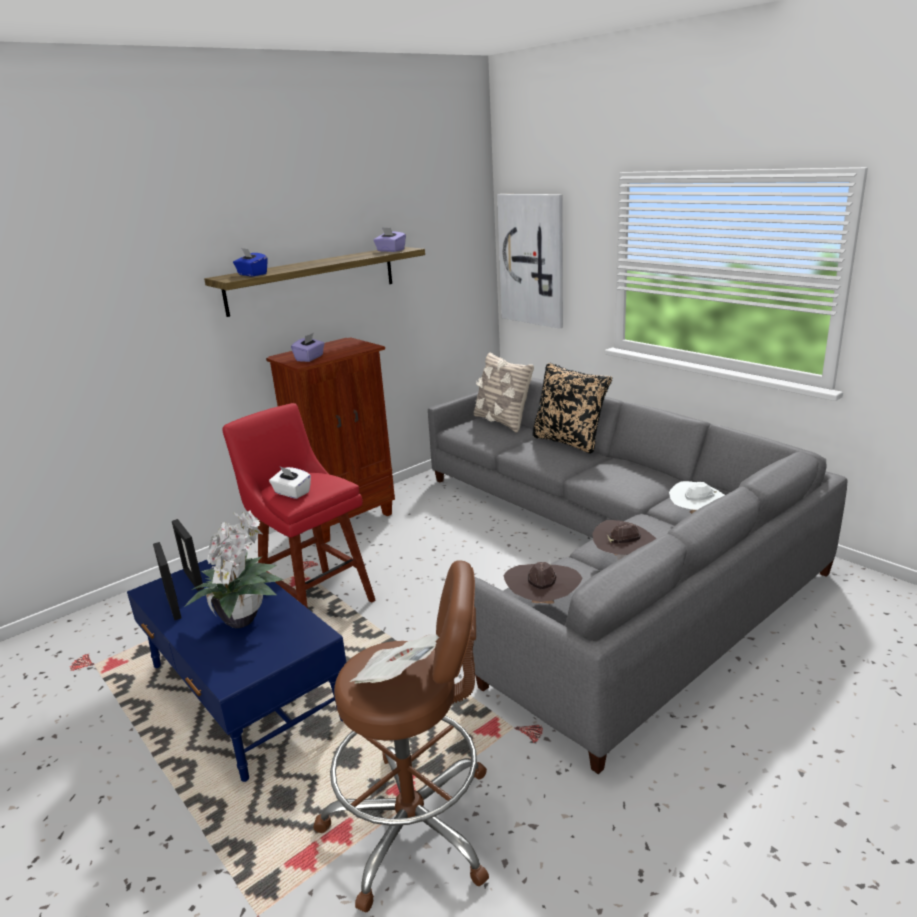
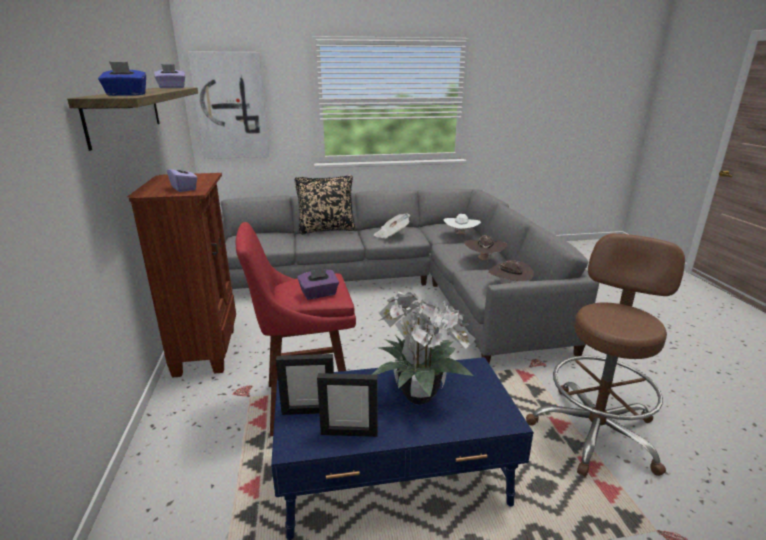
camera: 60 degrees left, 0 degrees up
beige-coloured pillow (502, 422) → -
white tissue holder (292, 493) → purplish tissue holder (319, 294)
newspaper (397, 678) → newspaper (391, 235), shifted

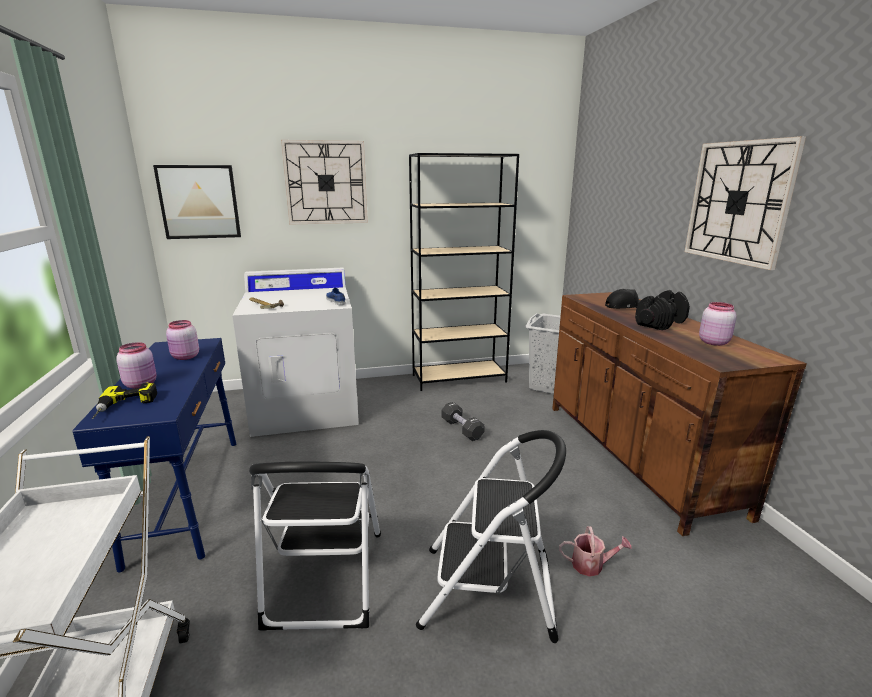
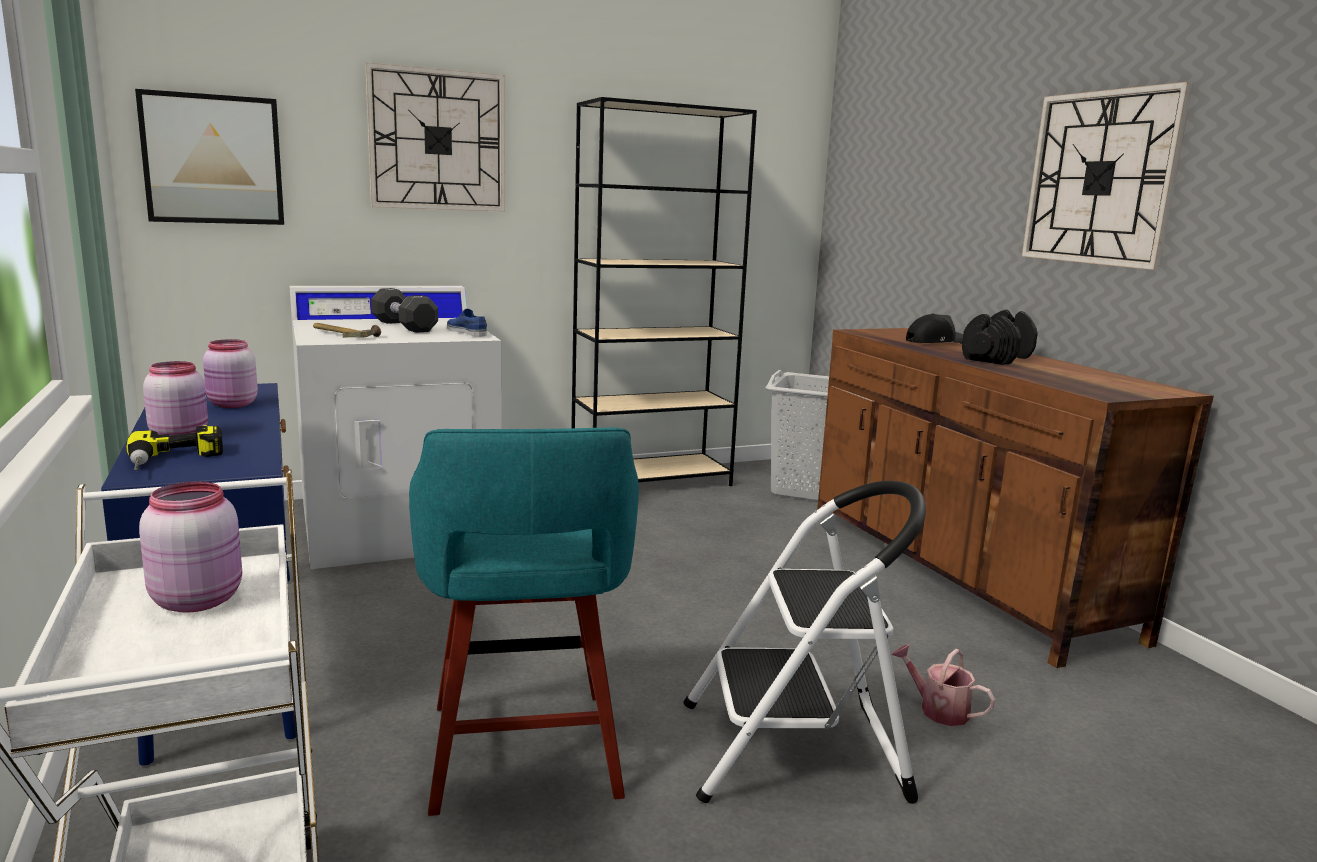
camera: 10 degrees left, 5 degrees down
pinkish jar (713, 342) → pinkish jar (198, 599), shifted
blackish hand weight (462, 429) → blackish hand weight (404, 326), shifted
step ladder (324, 581) → turquoise-coloured stool (523, 754)
sprinkling can (592, 565) → sprinkling can (938, 709), 135 degrees counterclockwise

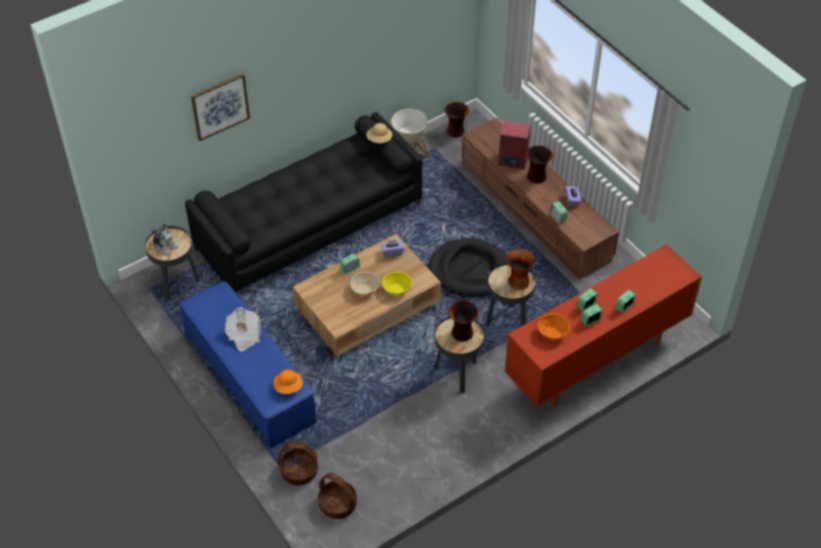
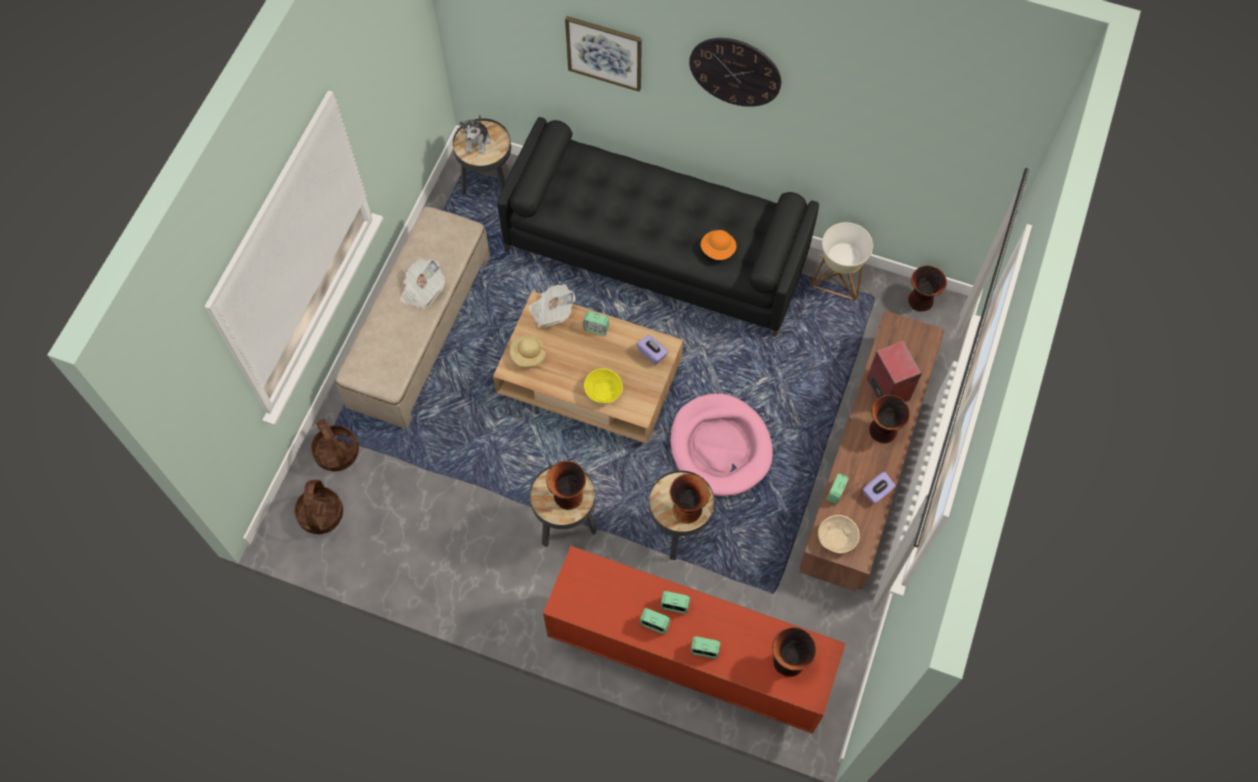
camera: 55 degrees right, 15 degrees up
beige-coloured wearable hat (379, 139) → beige-coloured wearable hat (528, 355), shifted
blackish dog bed (469, 270) → pinkish dog bed (720, 447)
beige-coloured deep dish (365, 290) → beige-coloured deep dish (836, 539), shifted
bluish indoor bench (248, 376) → beige-coloured indoor bench (420, 329)
orangey deep dish (553, 333) → -
orangey wearable hat (288, 387) → orangey wearable hat (718, 250), shifted
- → clock on the wall (735, 71)
- → newspaper (552, 311)
- → flower vase (788, 662)

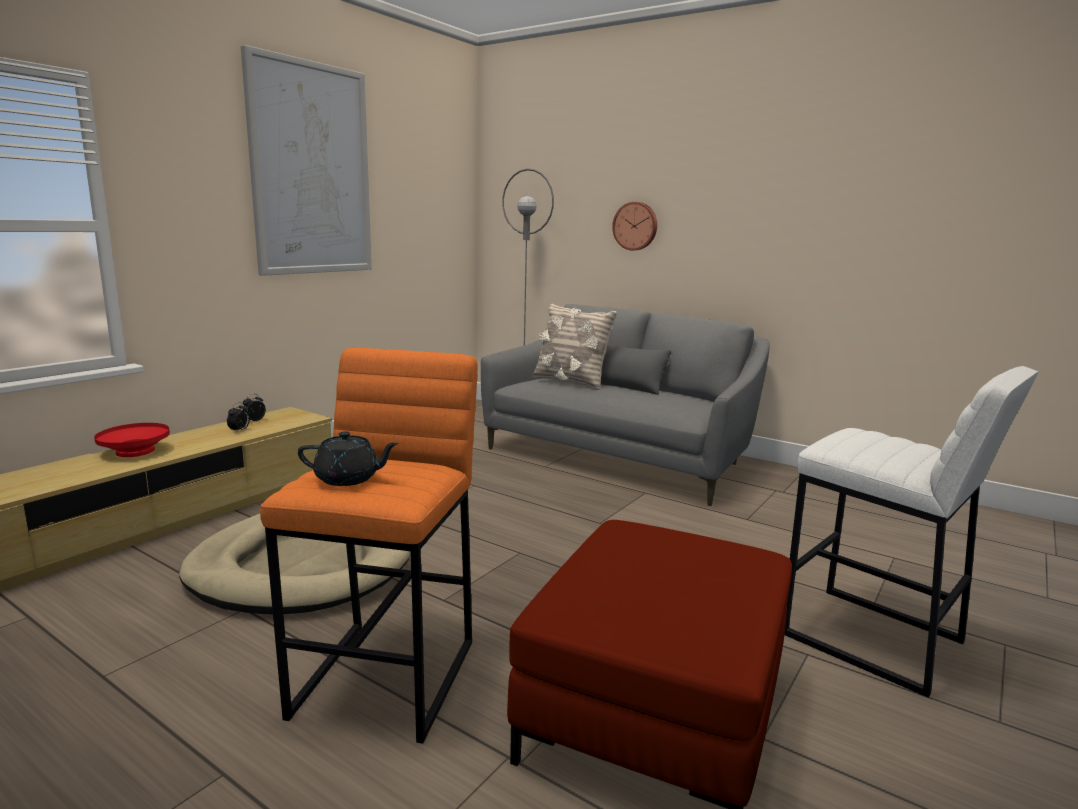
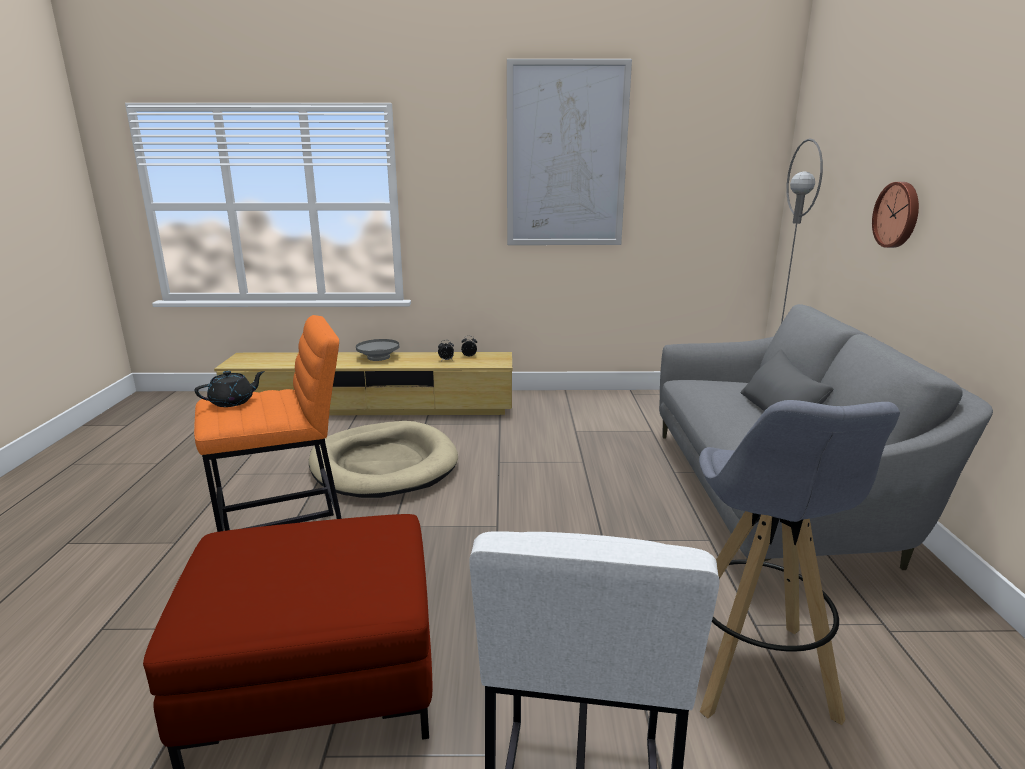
camera: 55 degrees right, 5 degrees up
beige-coloured pillow (571, 382) → -
red deep dish (134, 452) → gray deep dish (378, 357)
blackish teapot (348, 479) → blackish teapot (233, 402), 90 degrees counterclockwise
- → gray stool (753, 672)

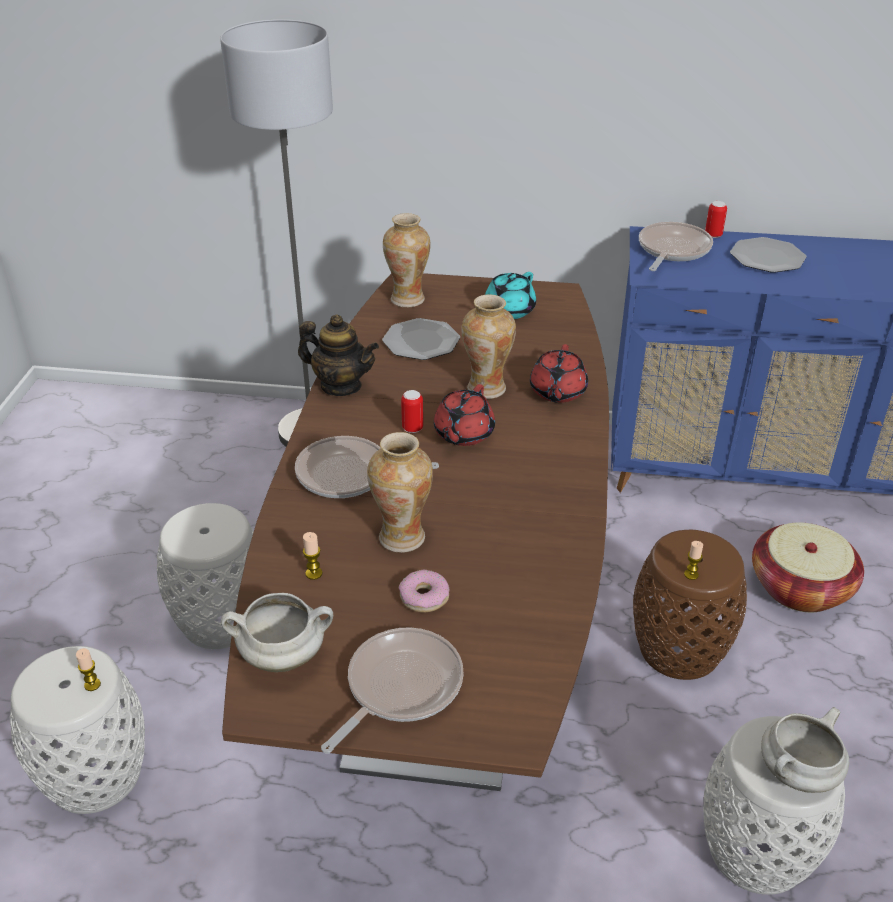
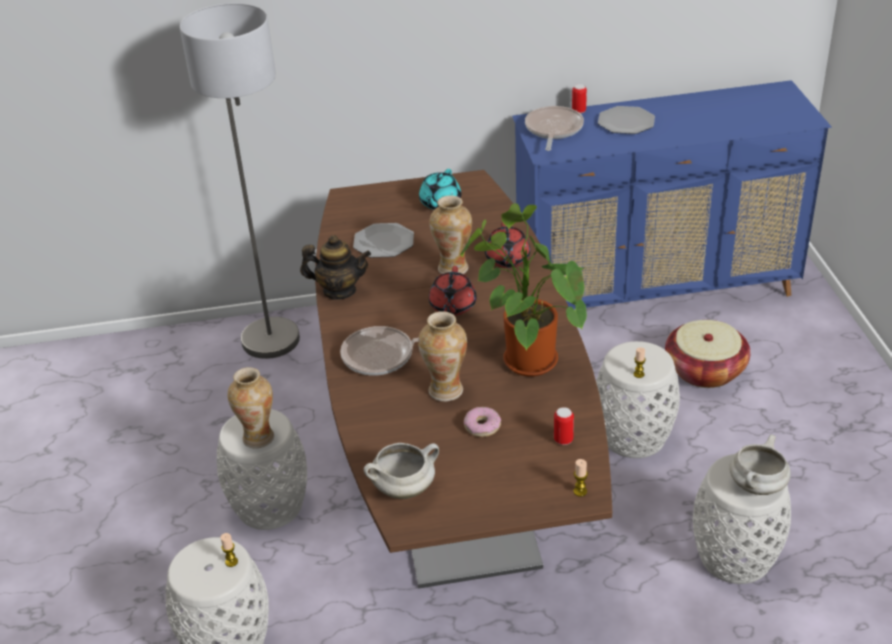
camera: 15 degrees left, 0 degrees up
flower vase (408, 299) → flower vase (258, 437), shifted
can (412, 428) → can (563, 440), shifted
brown-coloured stool (679, 650) → white stool (634, 437)
wax candle (314, 573) → wax candle (580, 491), shifted
pan (399, 687) → -
- → houseplant (524, 359)

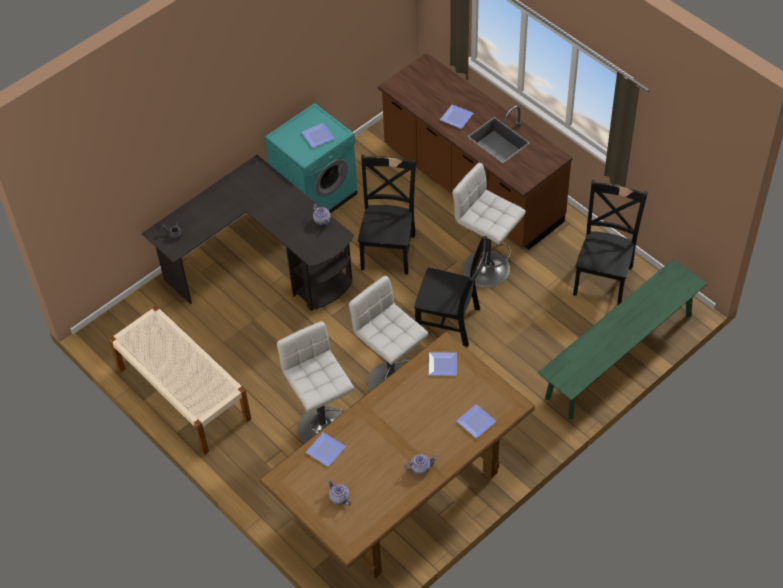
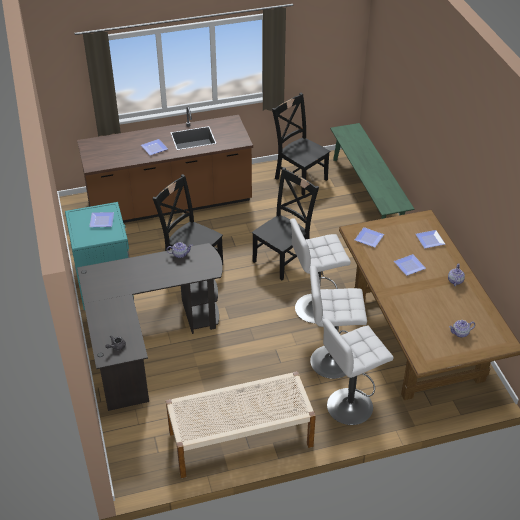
camera: 65 degrees left, 10 degrees down
white stool (486, 268) → white stool (349, 406), shifted
flat dish (325, 449) → flat dish (408, 265), shifted

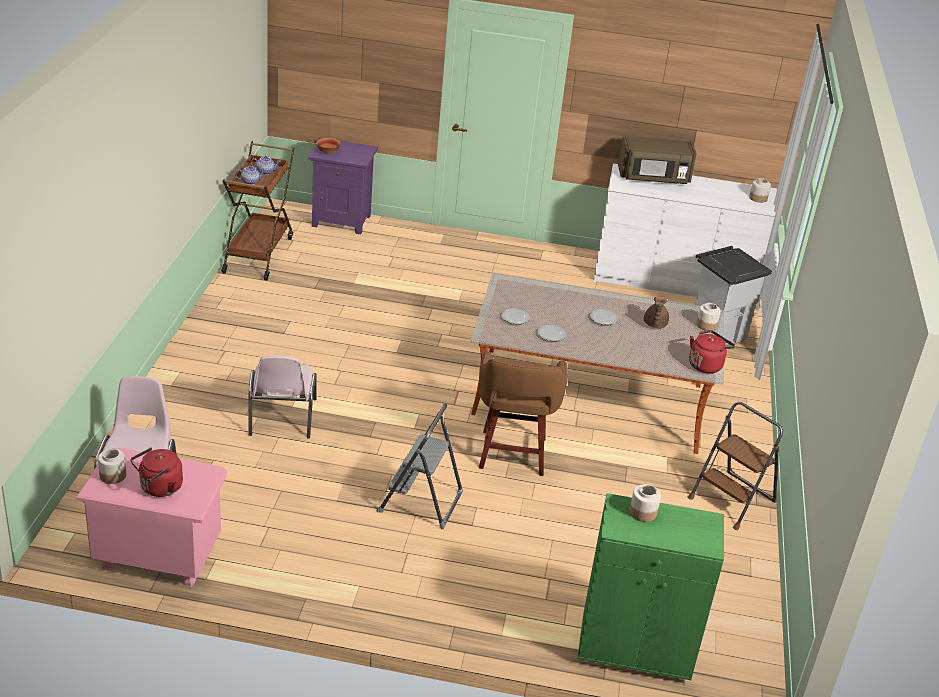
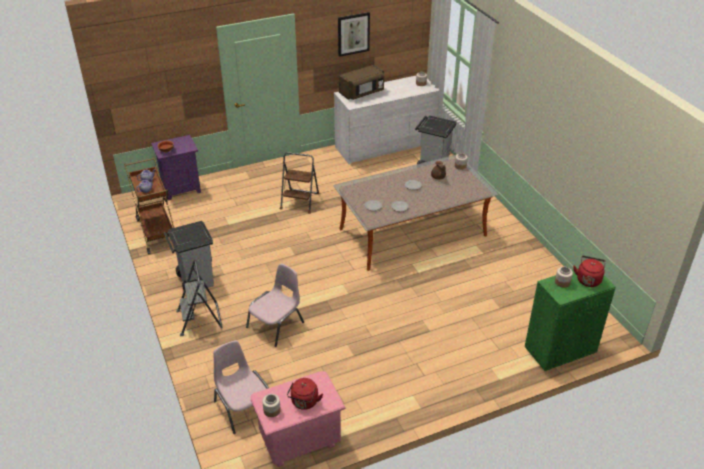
camera: 30 degrees left, 5 degrees up
red water kettle (706, 365) → red water kettle (588, 279), shifted
brown-coloured stool (512, 455) → -
pinkish upright chair (281, 418) → pinkish upright chair (276, 325), 105 degrees counterclockwise
brown-coloured step ladder (734, 498) → brown-coloured step ladder (300, 200), shifted
gray step ladder (423, 502) → gray step ladder (201, 319), shifted
- → wall picture (353, 34)
- → gray trash can (195, 280)

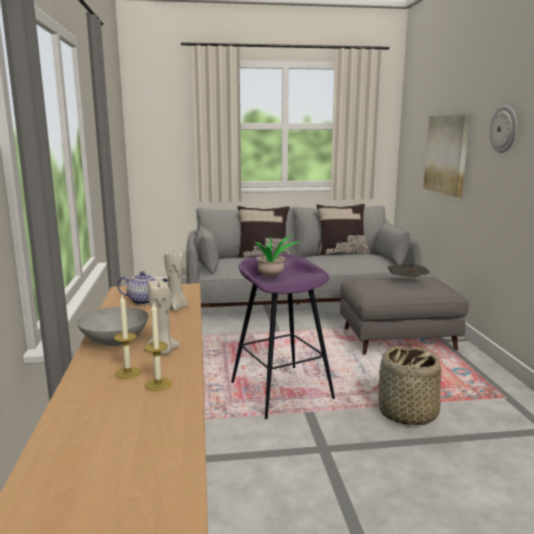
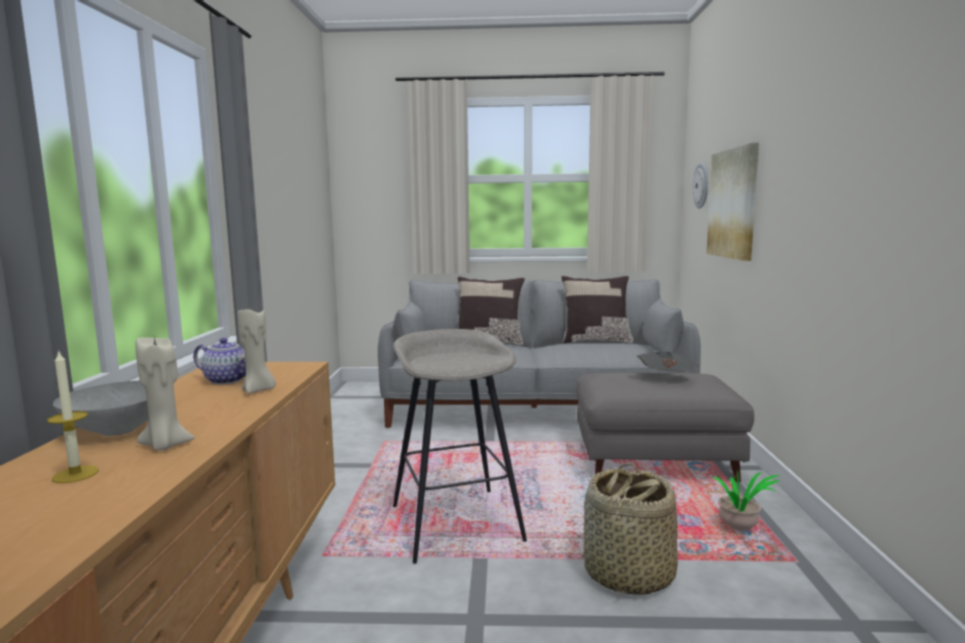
camera: 10 degrees right, 5 degrees down
clock on the wall (504, 129) → clock on the wall (701, 185), shifted
houseplant (272, 277) → houseplant (740, 530), shifted
purplish stool (281, 390) → gray stool (456, 523)
wax candle (158, 384) → -

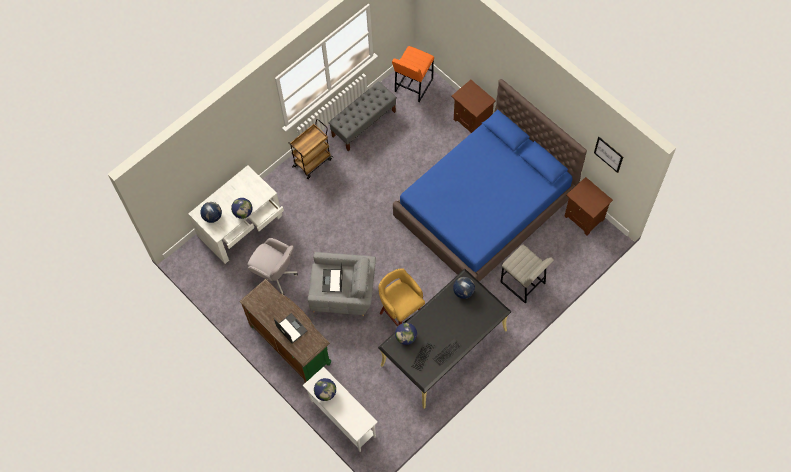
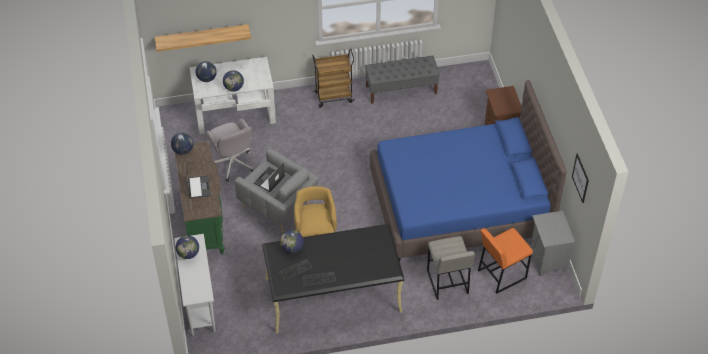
camera: 30 degrees right, 15 degrees down
orangey upright chair (413, 86) → orangey upright chair (501, 275), shifted
brown-coloured night table (584, 218) → gray night table (547, 260)
desk globe (463, 291) → desk globe (183, 150), shifted
- → bracket shelf (202, 36)

